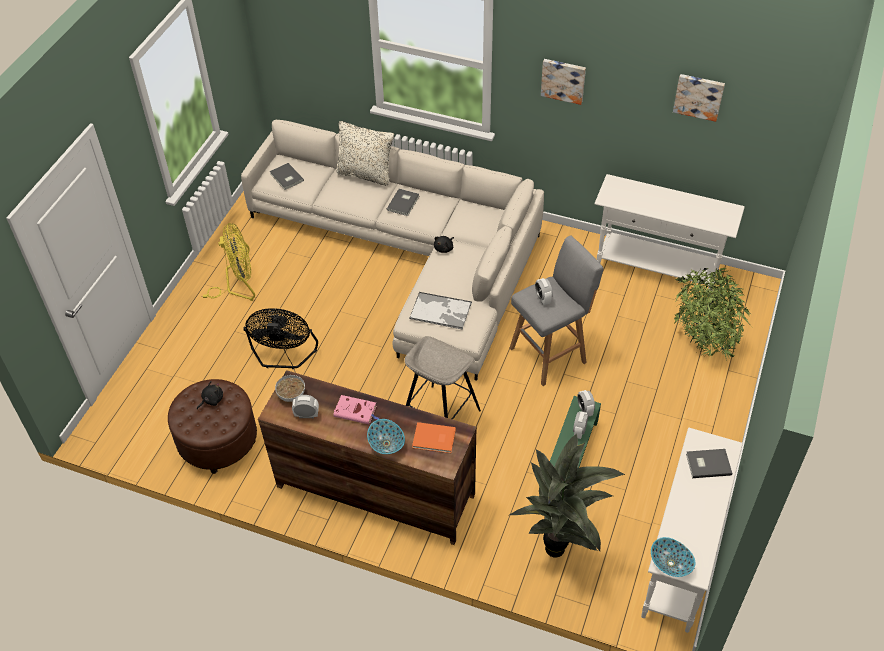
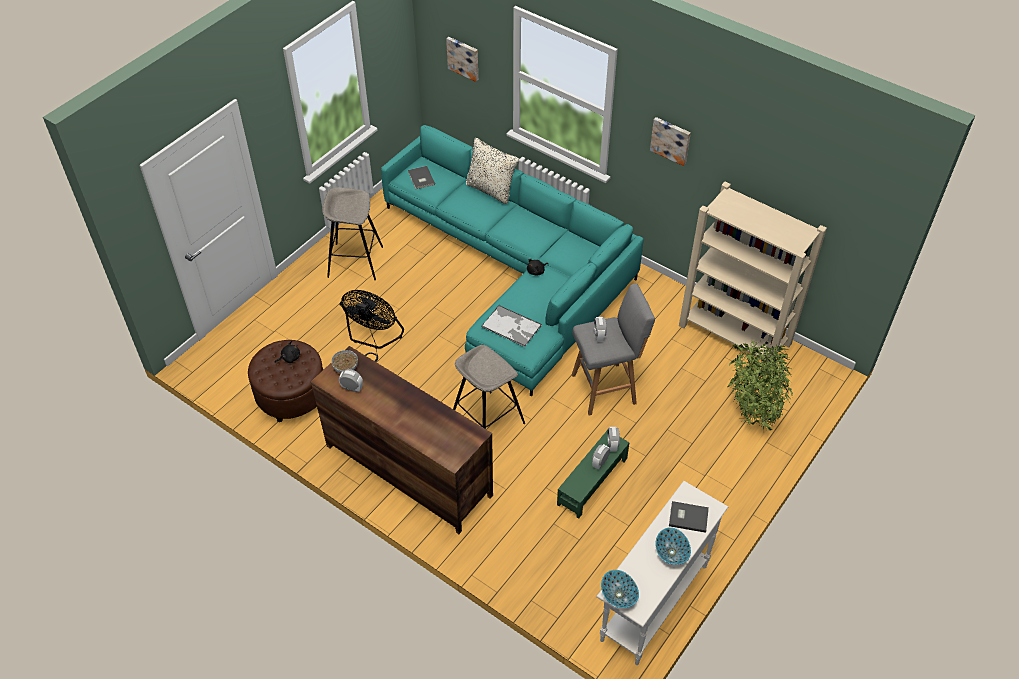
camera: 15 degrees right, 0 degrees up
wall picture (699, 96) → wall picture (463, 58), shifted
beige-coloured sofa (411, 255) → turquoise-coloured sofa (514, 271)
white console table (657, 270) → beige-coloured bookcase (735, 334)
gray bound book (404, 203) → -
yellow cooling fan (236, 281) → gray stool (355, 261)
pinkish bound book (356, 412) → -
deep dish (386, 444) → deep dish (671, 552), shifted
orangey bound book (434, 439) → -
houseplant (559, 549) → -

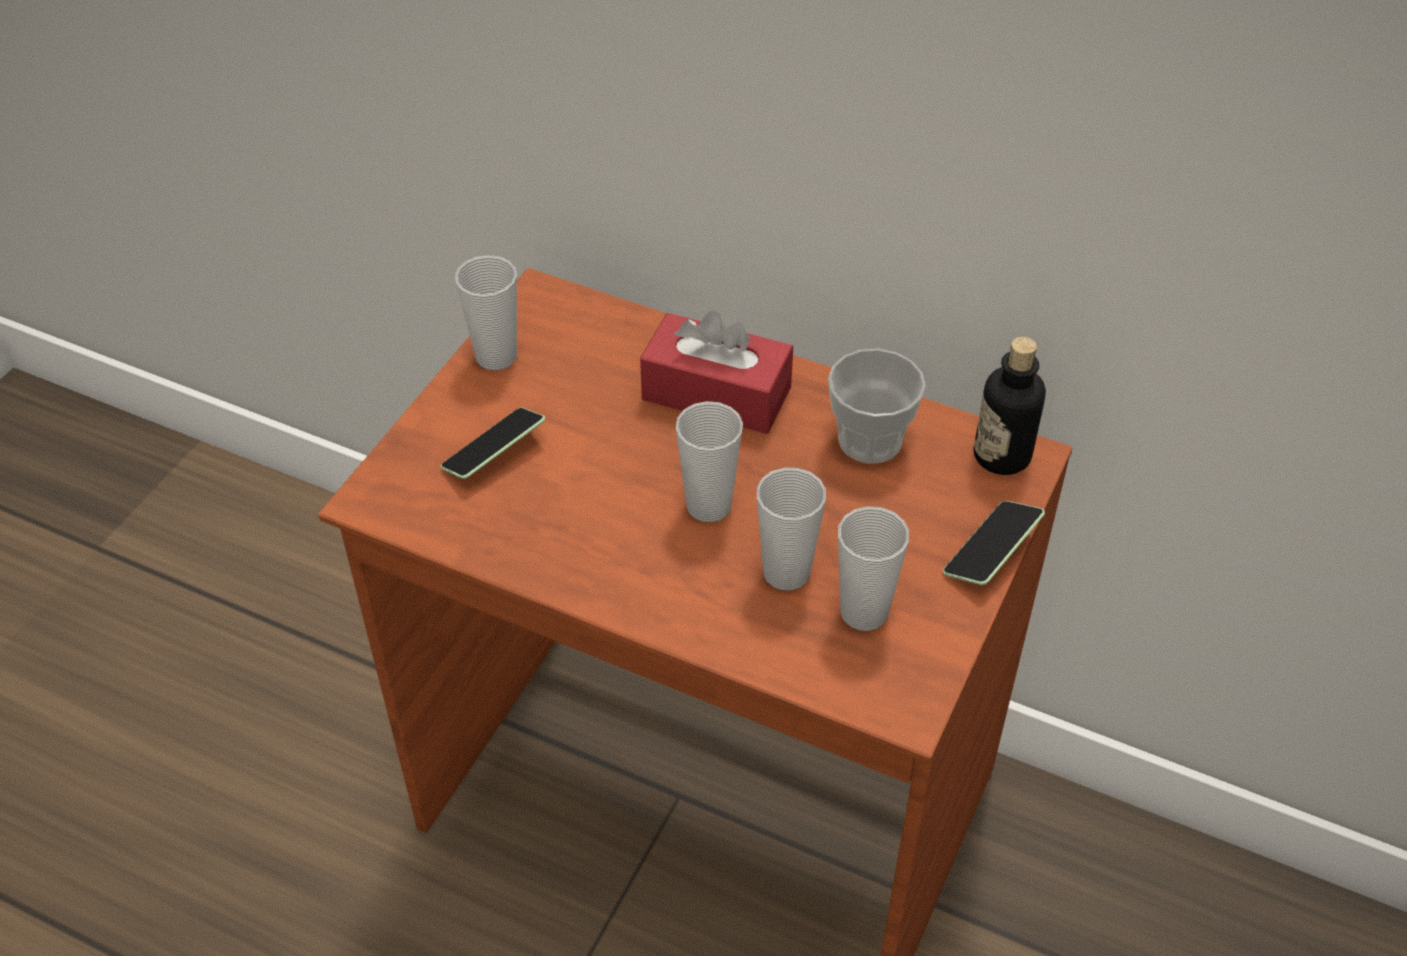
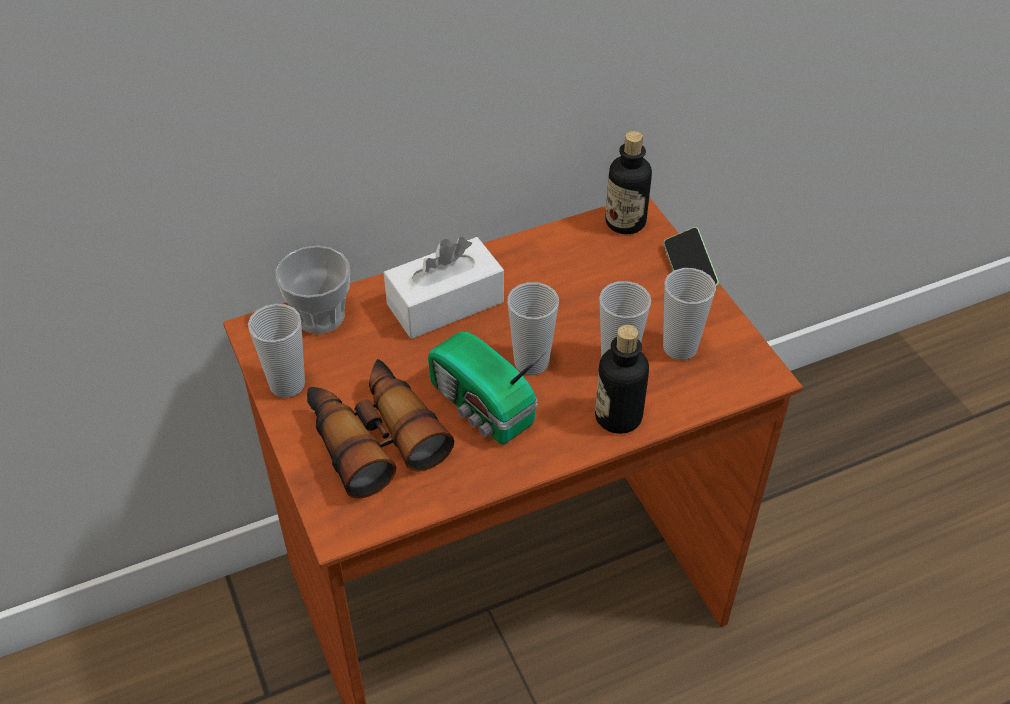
camera: 50 degrees left, 0 degrees up
red tissue holder (716, 394) → white tissue holder (445, 303)
drinking cup (870, 440) → drinking cup (320, 316), shifted
phone (494, 453) → field glasses (374, 437)
- → drink bottle (618, 417)
- → radio set (481, 408)

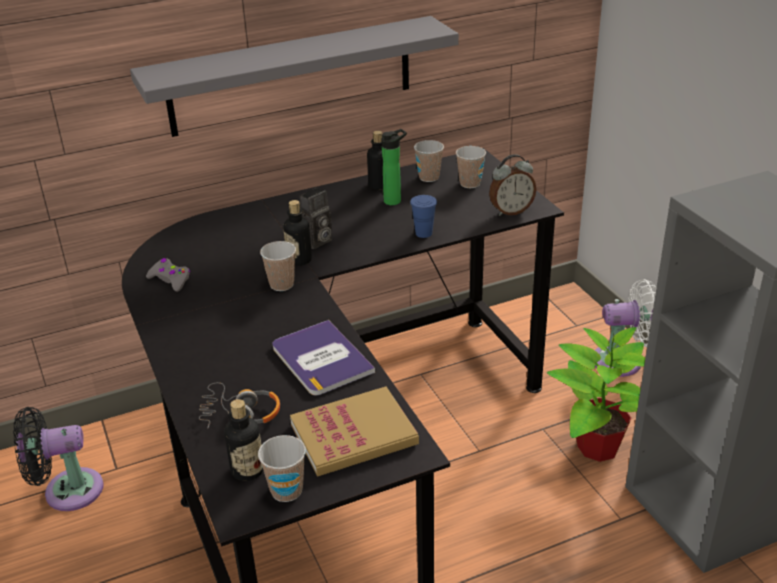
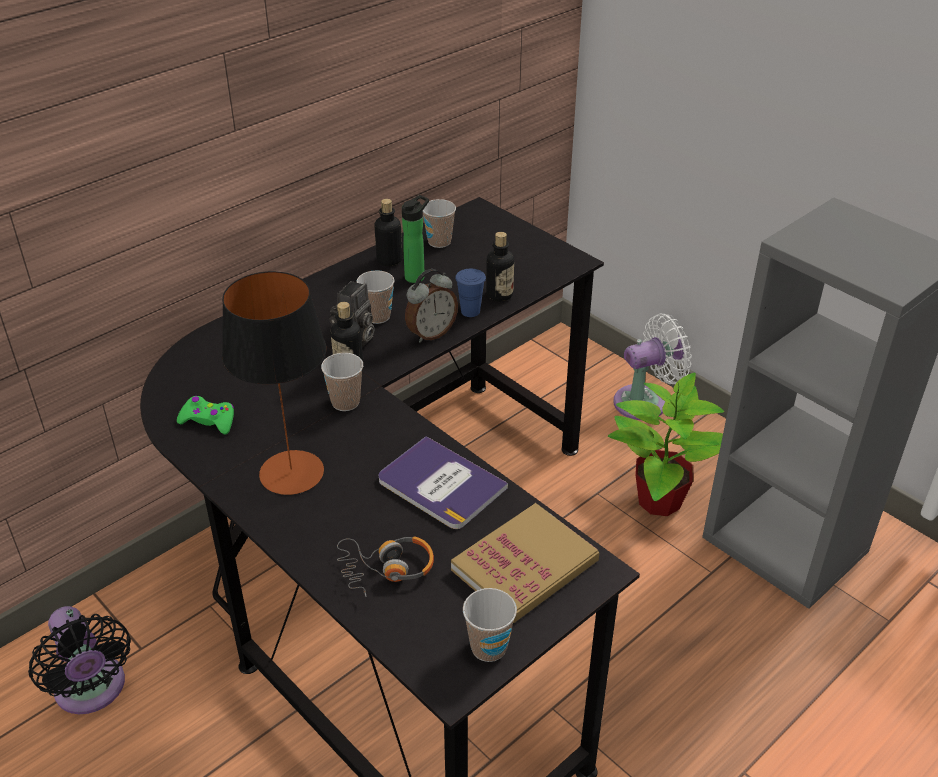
camera: 20 degrees left, 5 degrees up
gray bracket shelf (291, 76) → -
drinking cup (470, 183) → drinking cup (377, 316), shifted
alarm clock (511, 211) → alarm clock (431, 333), shifted
gray gamepad (170, 279) → green gamepad (208, 420)
drink bottle (247, 470) → drink bottle (499, 295), shifted
blackish cooling fan (67, 491) → blackish cooling fan (92, 691), 90 degrees counterclockwise
- → tabletop lamp (291, 473)

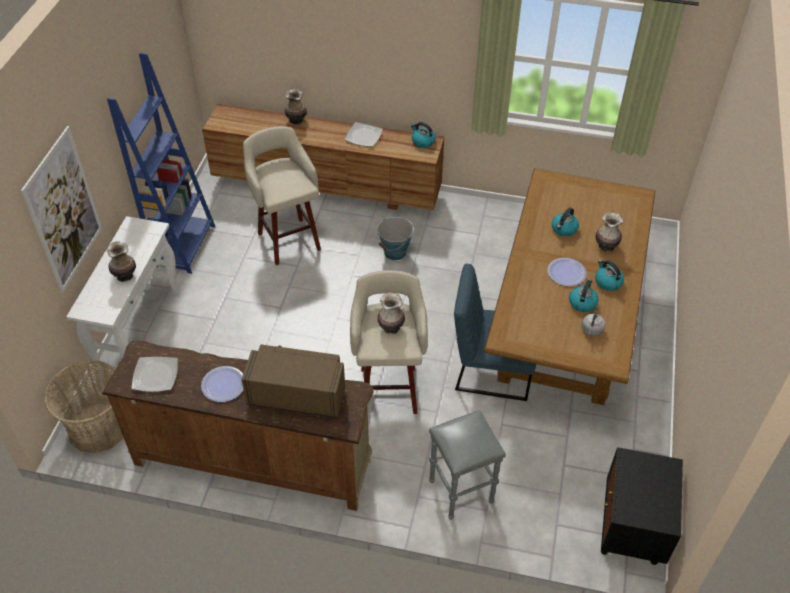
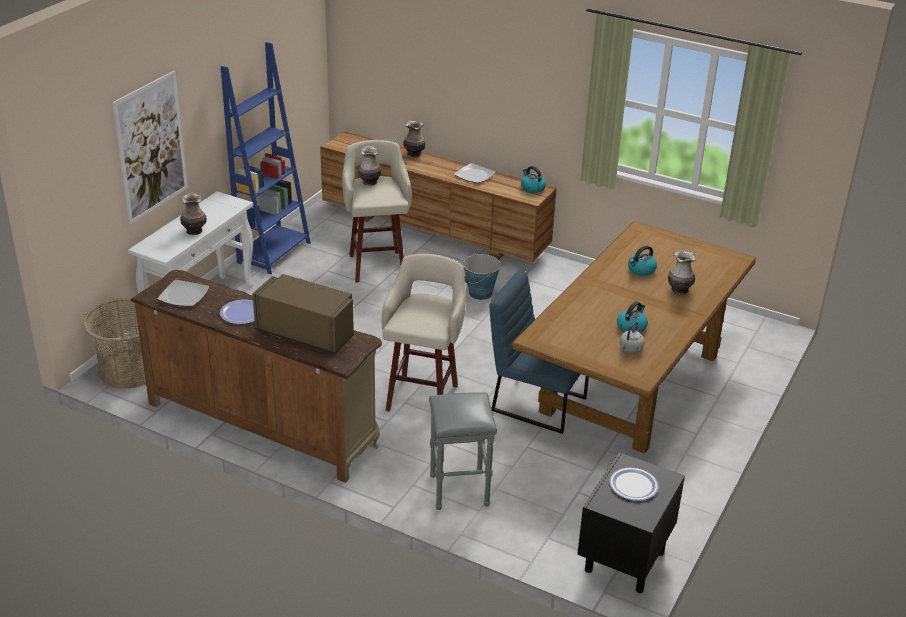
camera: 15 degrees right, 15 degrees down
flat dish (566, 273) → flat dish (633, 485), shifted
water kettle (607, 282) → -
flower vase (391, 327) → flower vase (369, 182), shifted

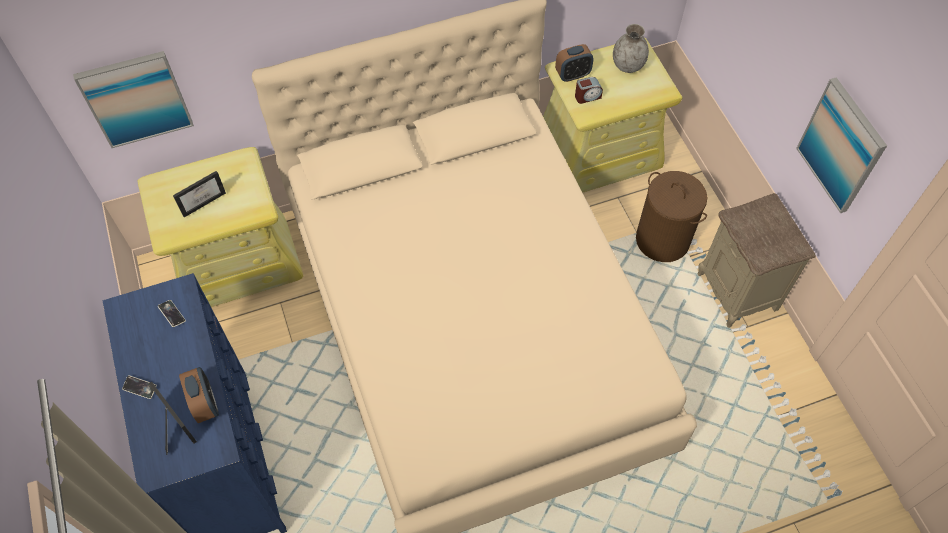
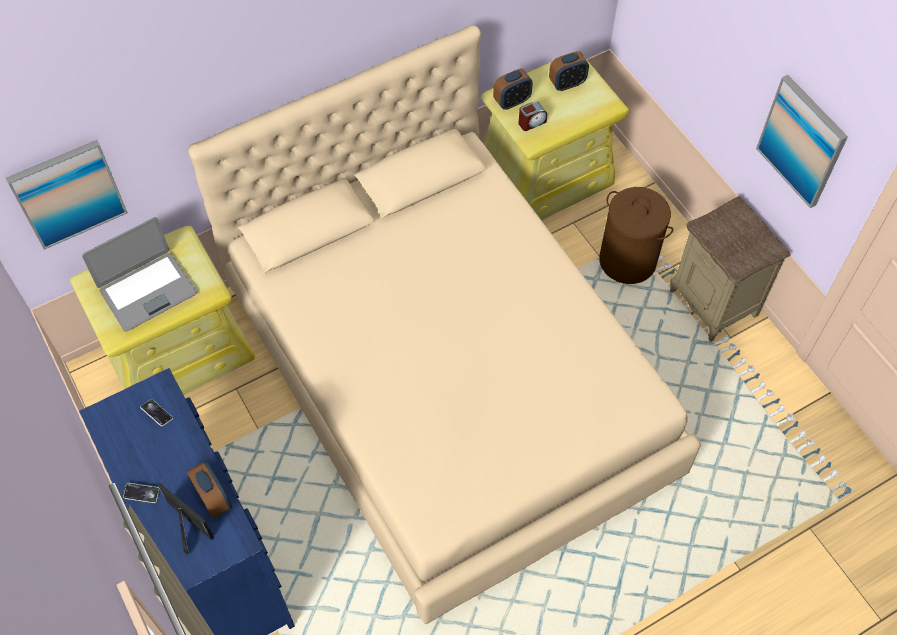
camera: 10 degrees left, 0 degrees up
gray flower vase (628, 65) → alarm clock (567, 83)
standing frame (203, 200) → notebook computer (147, 291)

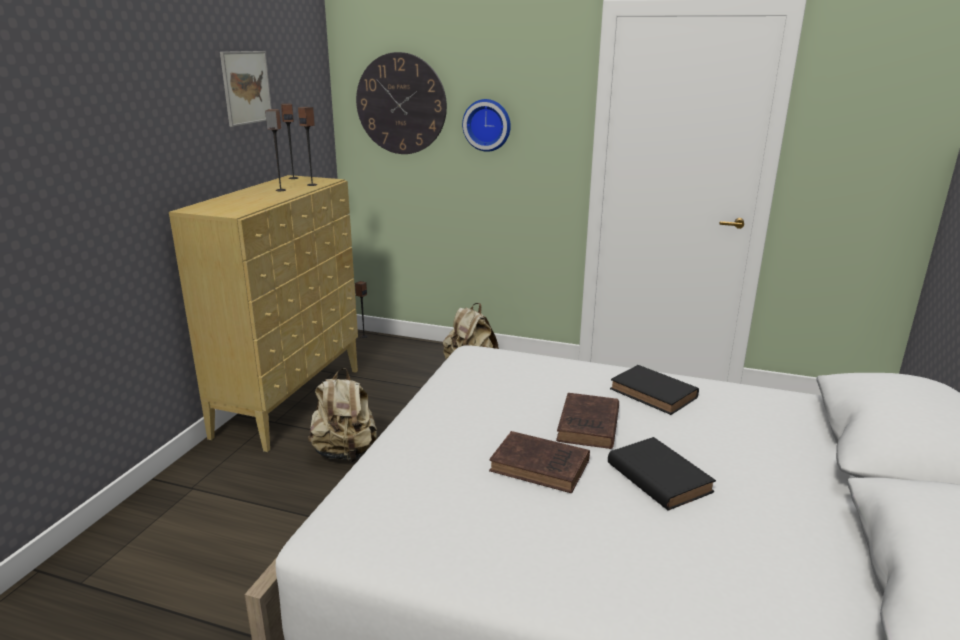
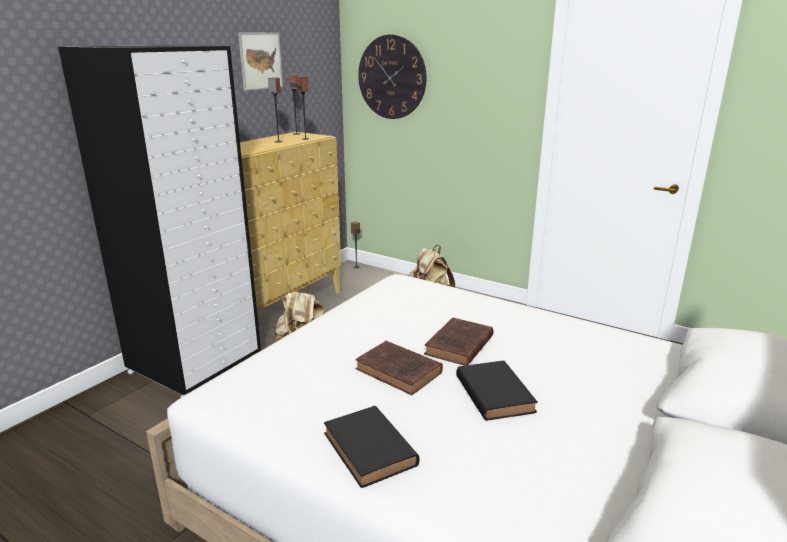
camera: 15 degrees right, 0 degrees up
clock on the wall (487, 125) → -
blackish bound book (655, 394) → blackish bound book (371, 451), shifted
- → wardrobe (195, 365)

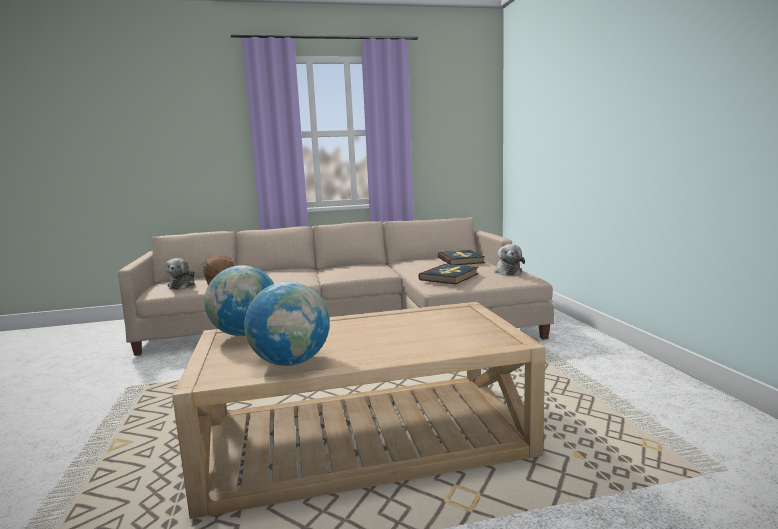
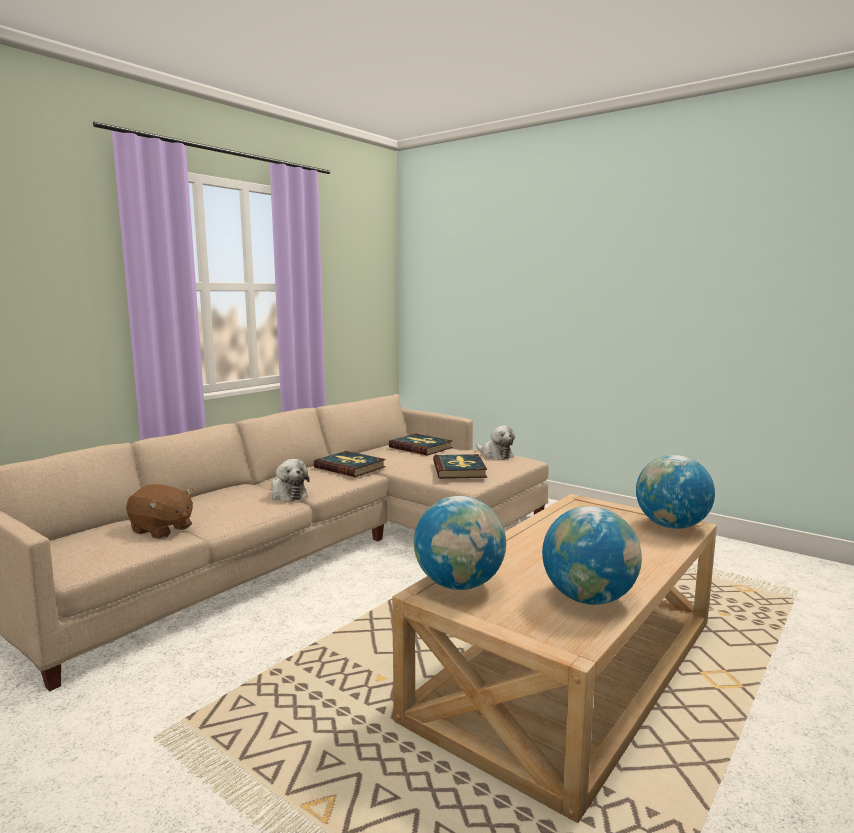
camera: 40 degrees left, 0 degrees up
cuddly toy (182, 285) → cuddly toy (287, 494), shifted
- → bound book (350, 467)
- → desk globe (671, 526)

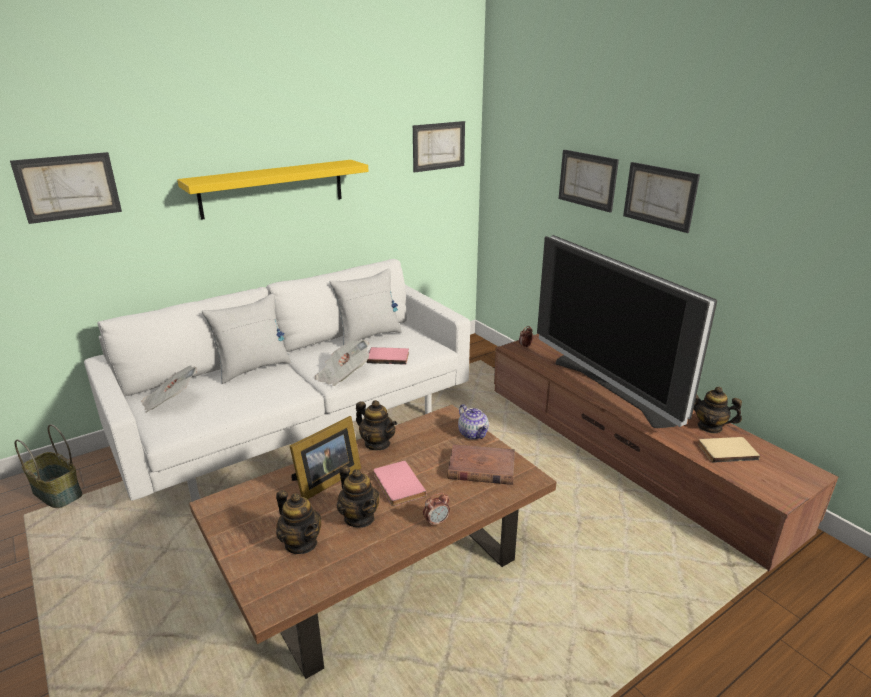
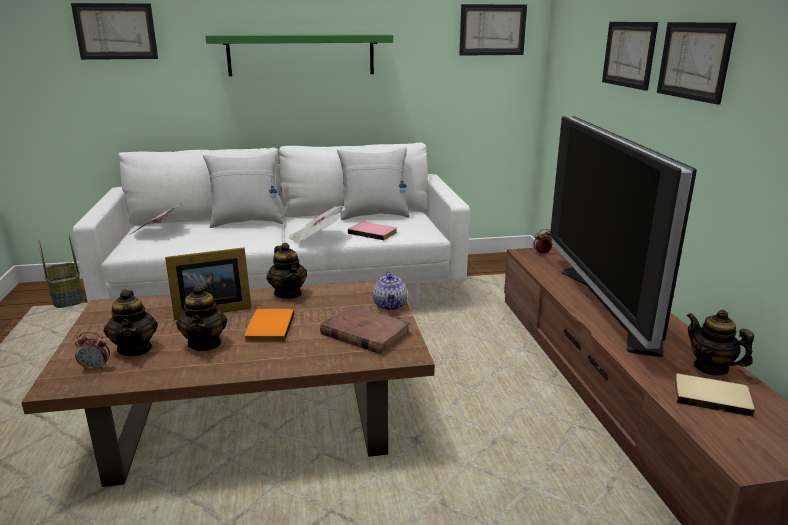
camera: 25 degrees right, 5 degrees down
yellow bracket shelf (272, 188) → green bracket shelf (301, 54)
pinkish bound book (397, 485) → orangey bound book (267, 328)
alarm clock (436, 522) → alarm clock (96, 368), shifted

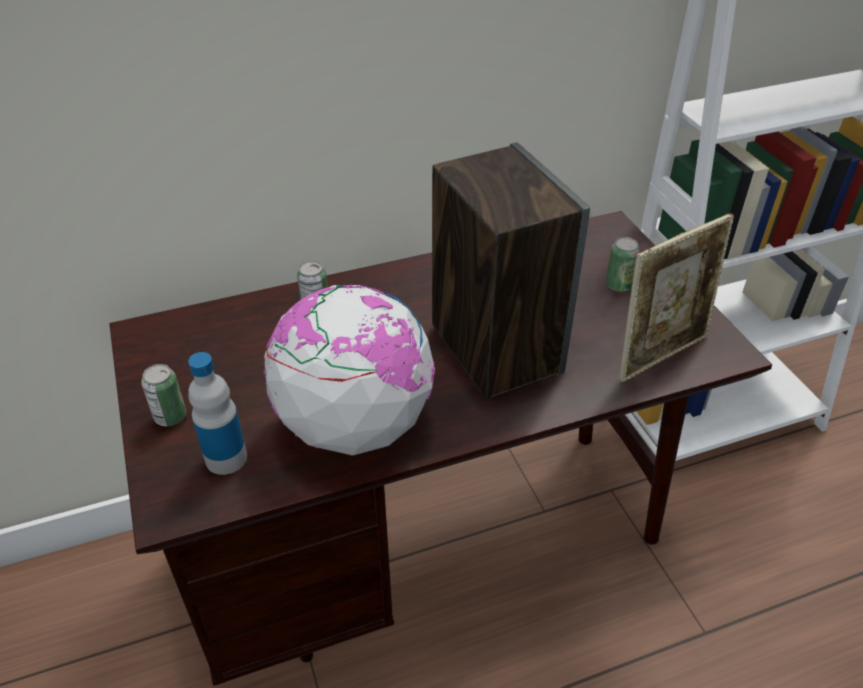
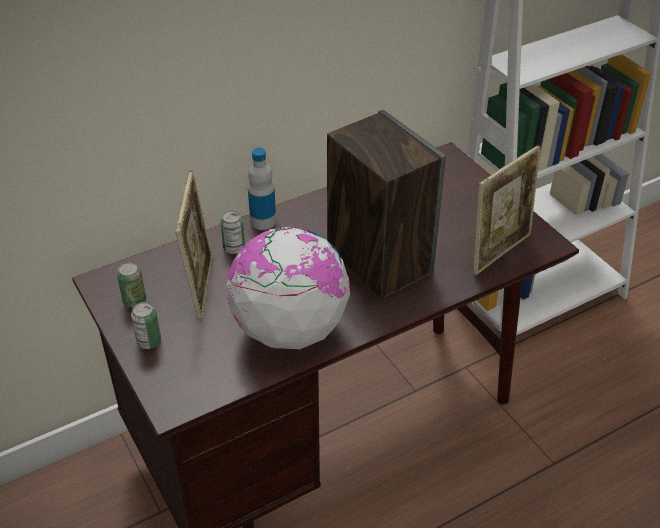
camera: 10 degrees left, 0 degrees up
can (618, 285) → can (134, 301), shifted
drink bottle (226, 458) → drink bottle (263, 221), shifted
- → standing frame (201, 286)

